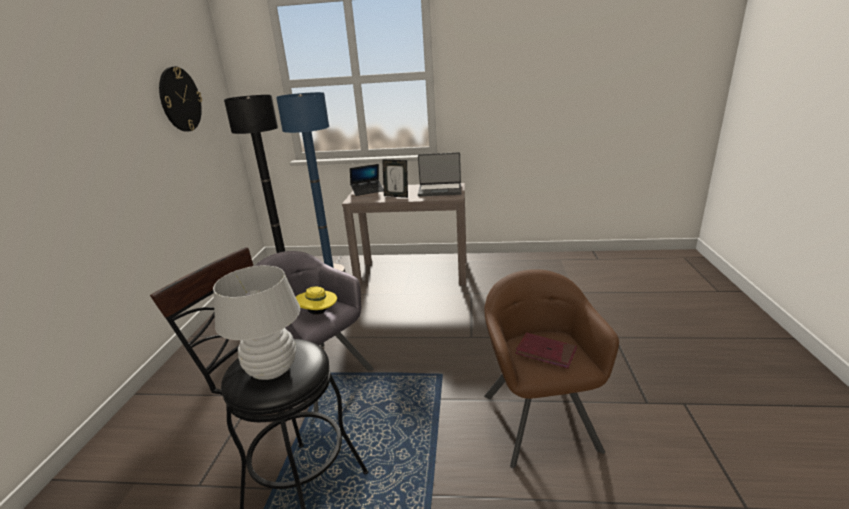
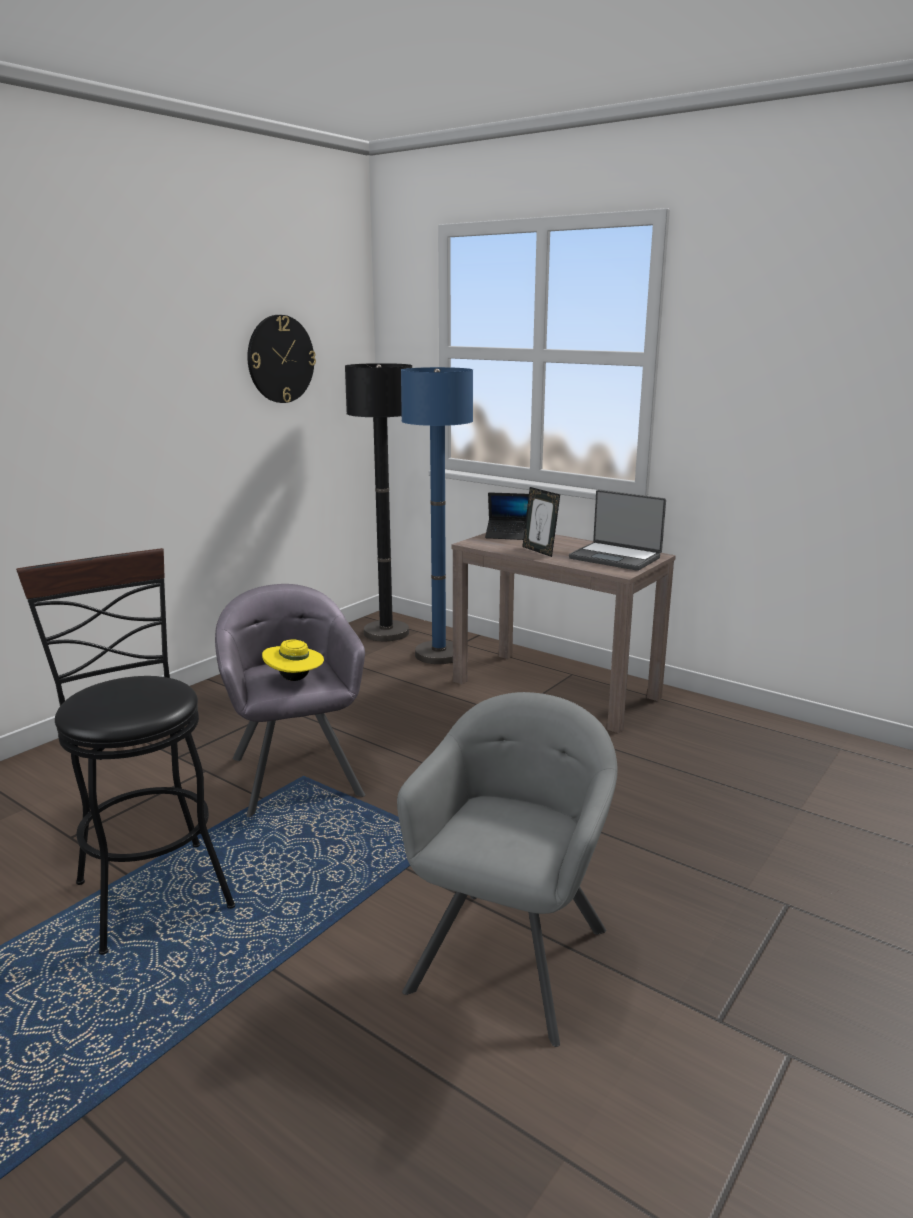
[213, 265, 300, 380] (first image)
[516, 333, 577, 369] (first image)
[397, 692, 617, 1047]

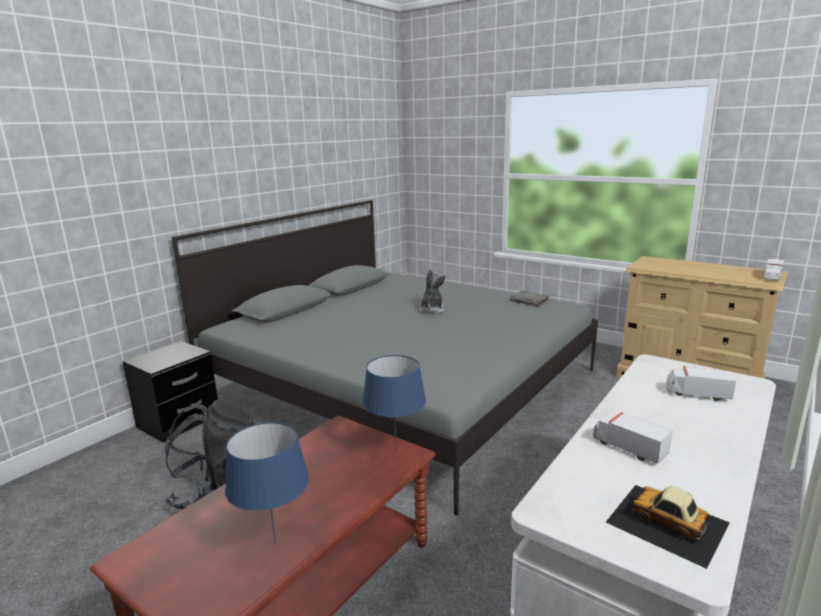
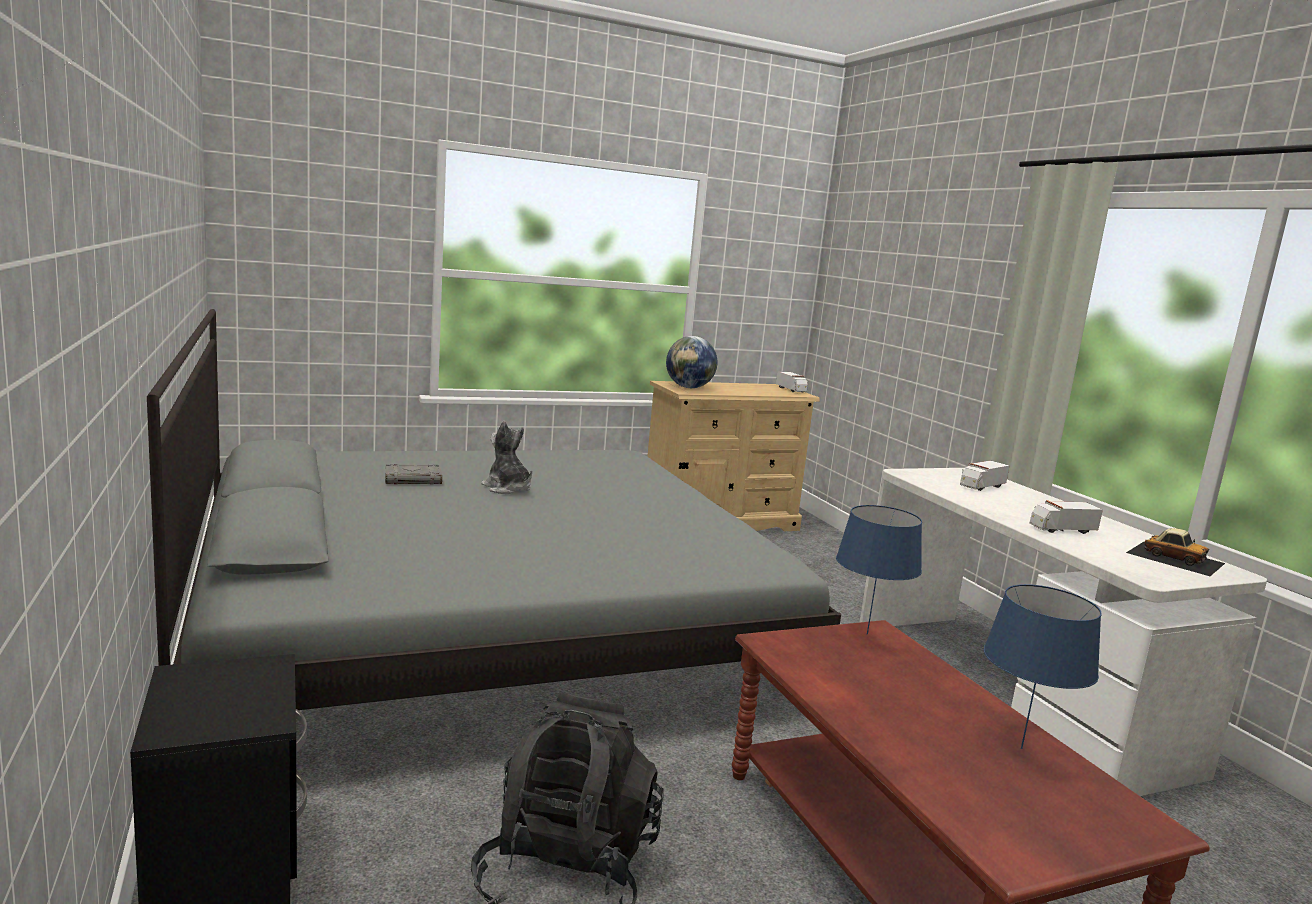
[666, 336, 717, 388]
[385, 464, 442, 484]
[1126, 528, 1225, 576]

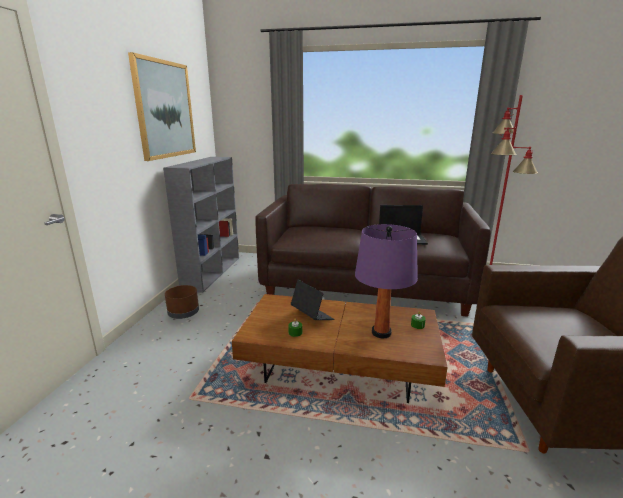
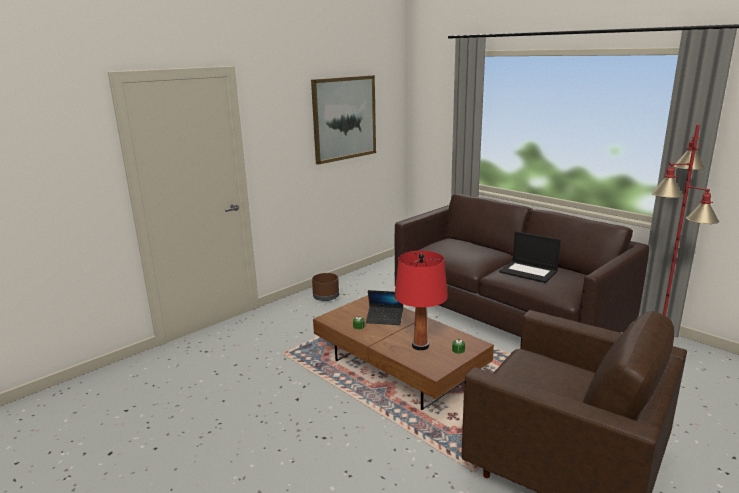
[163, 157, 239, 293] (first image)
[394, 251, 448, 350]
[366, 290, 403, 325]

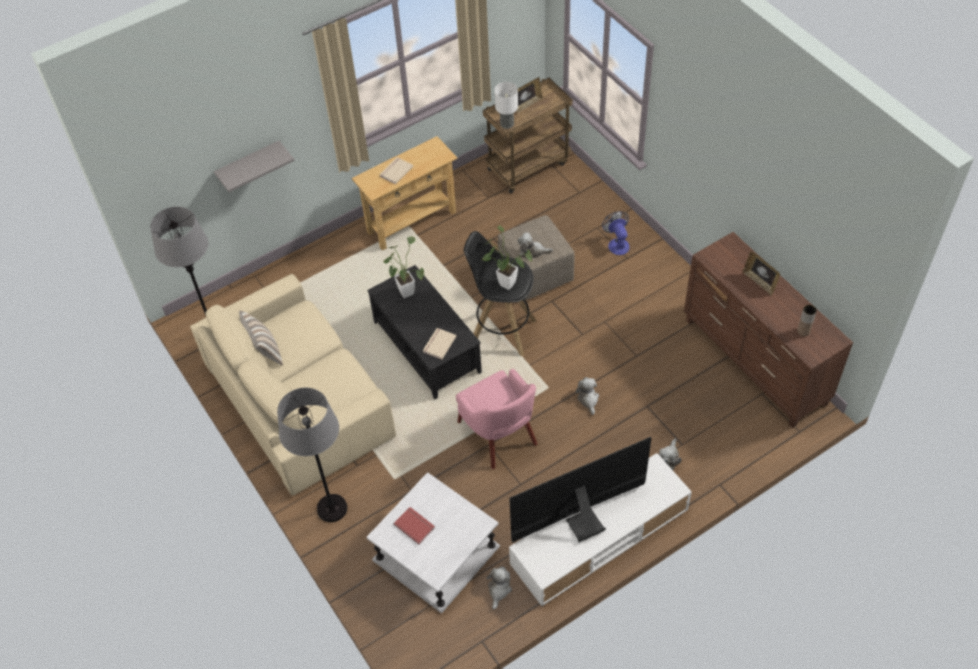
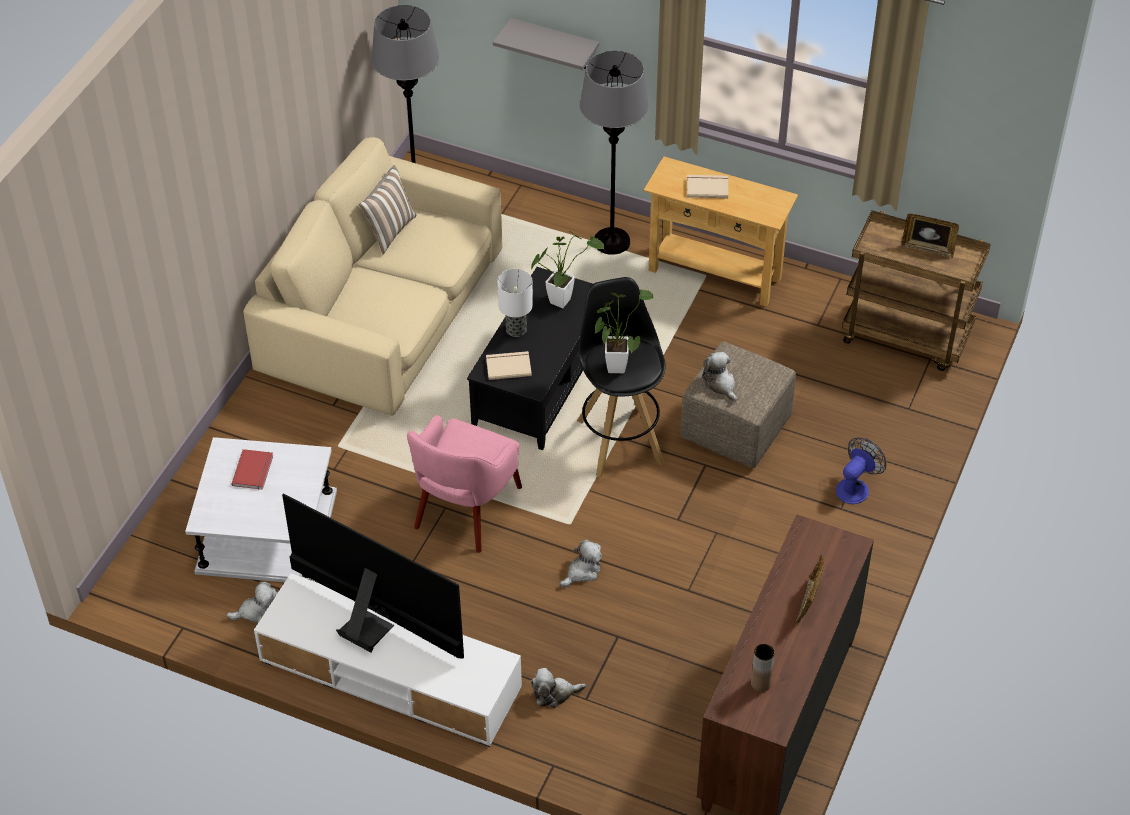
[579, 51, 649, 255]
[497, 269, 533, 337]

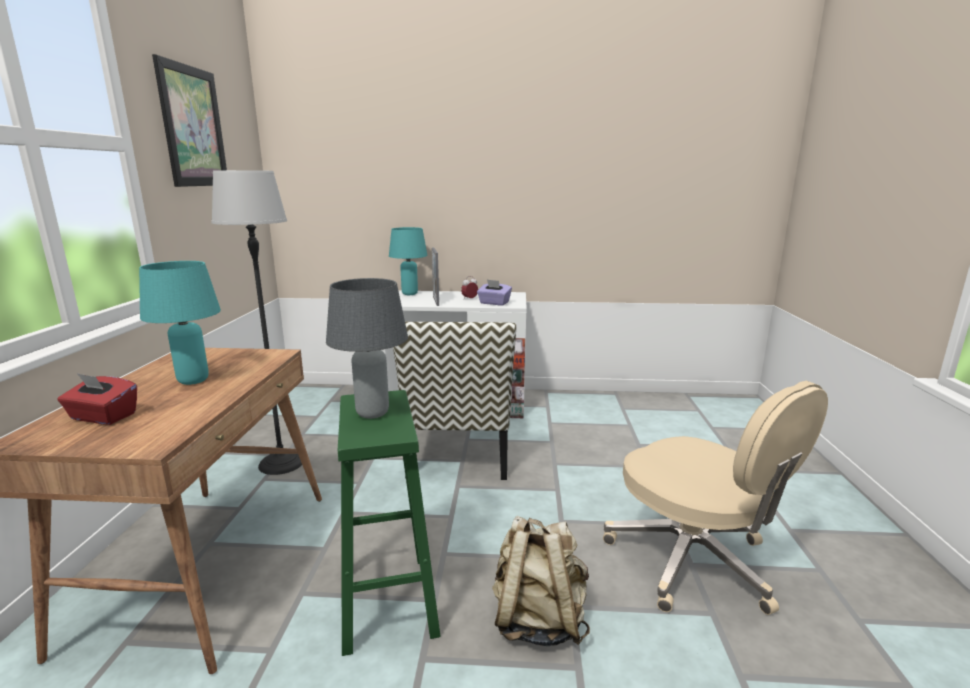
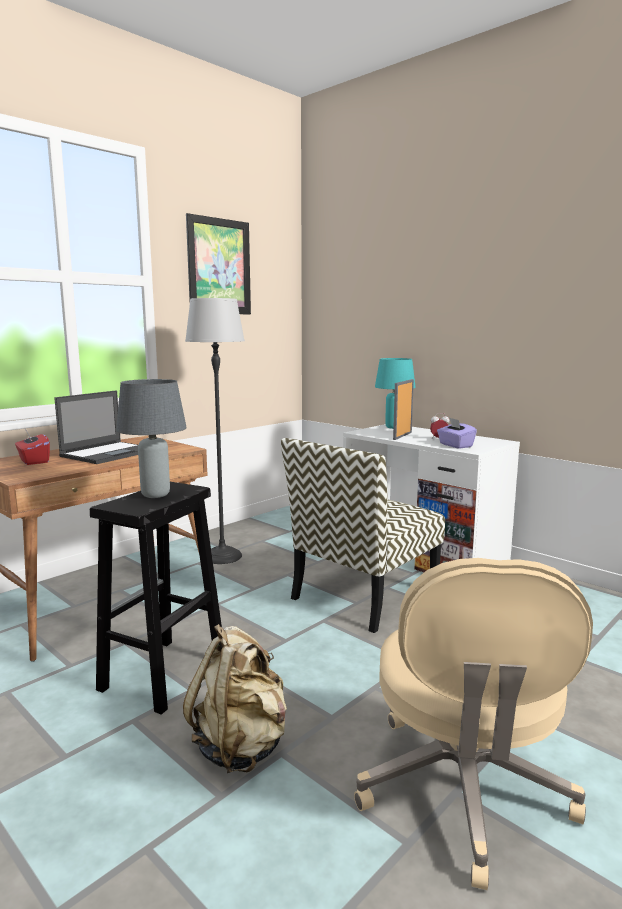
[54, 390, 138, 464]
[90, 482, 222, 715]

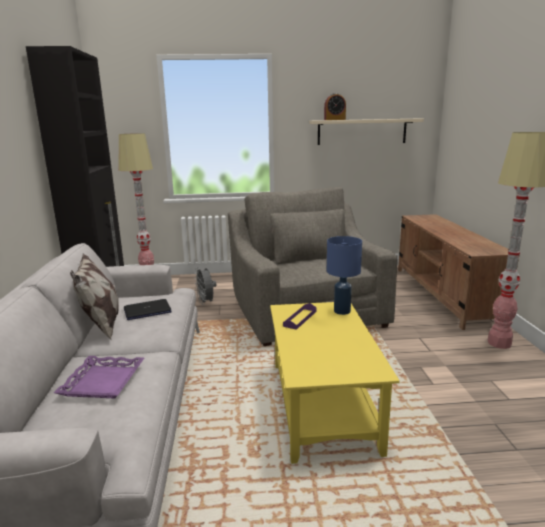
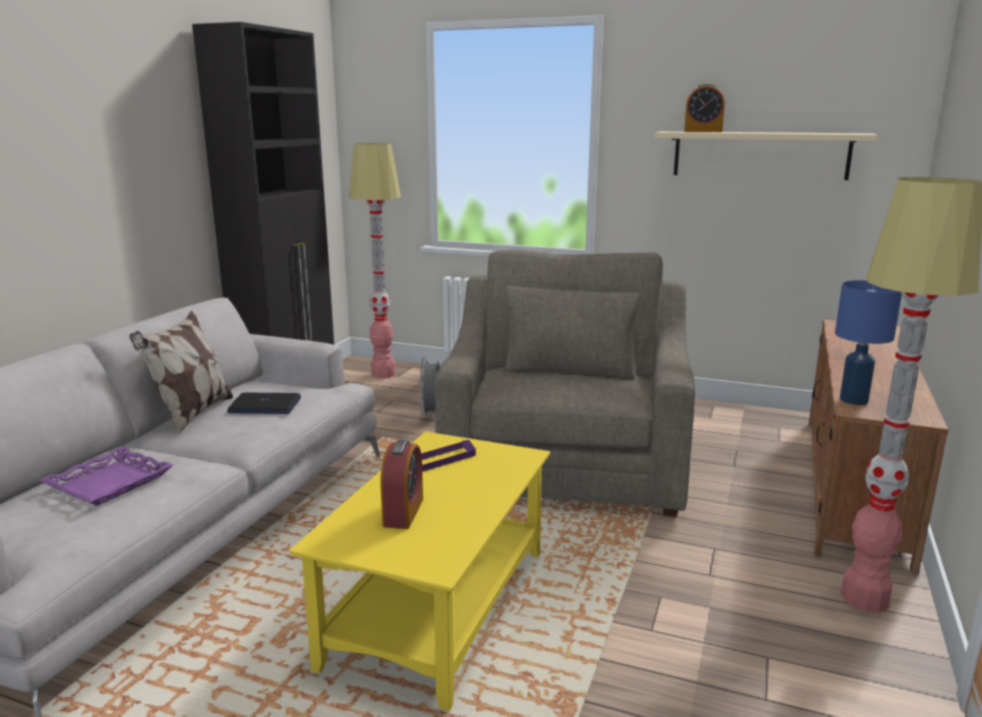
[381, 440, 423, 529]
[835, 280, 902, 405]

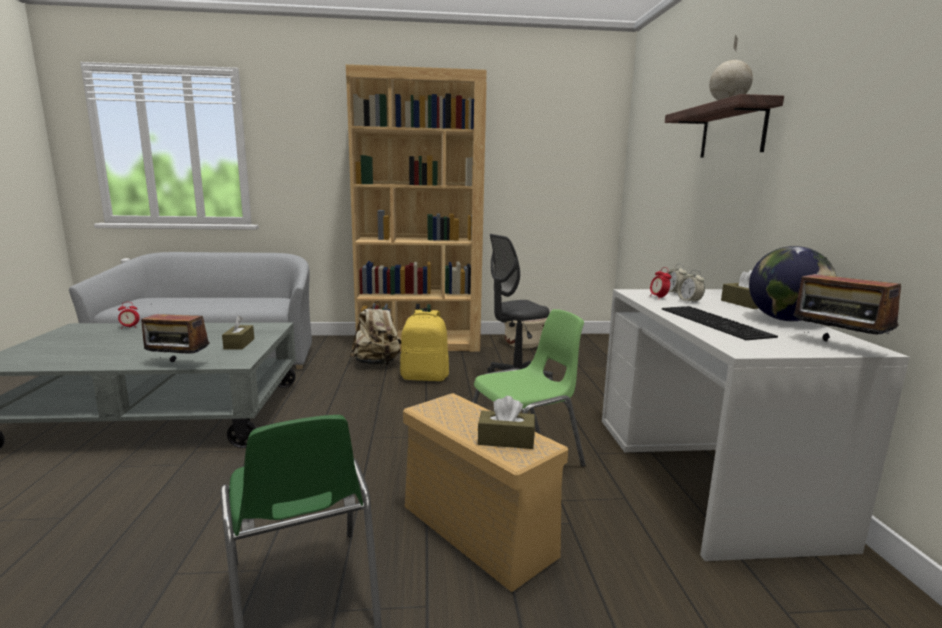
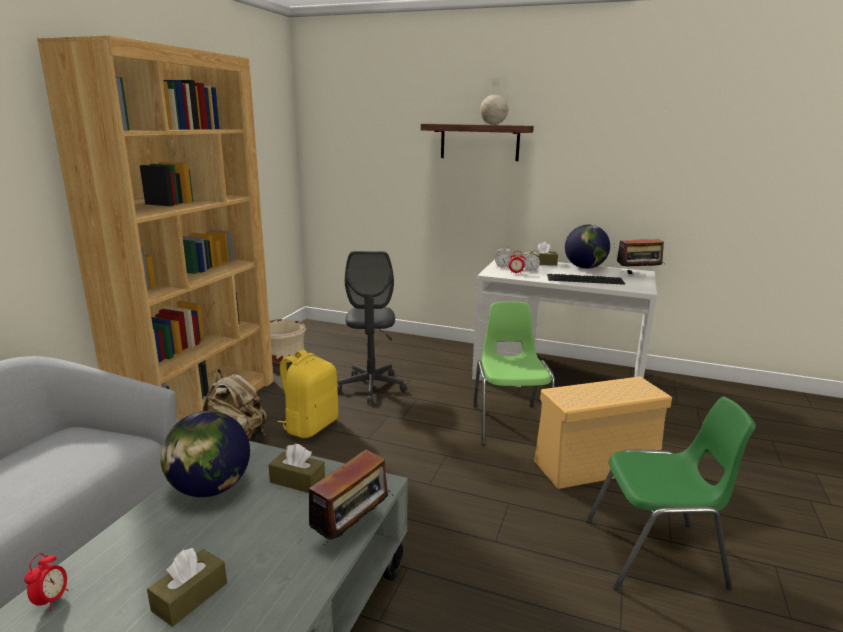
[160, 411, 250, 497]
[147, 548, 227, 627]

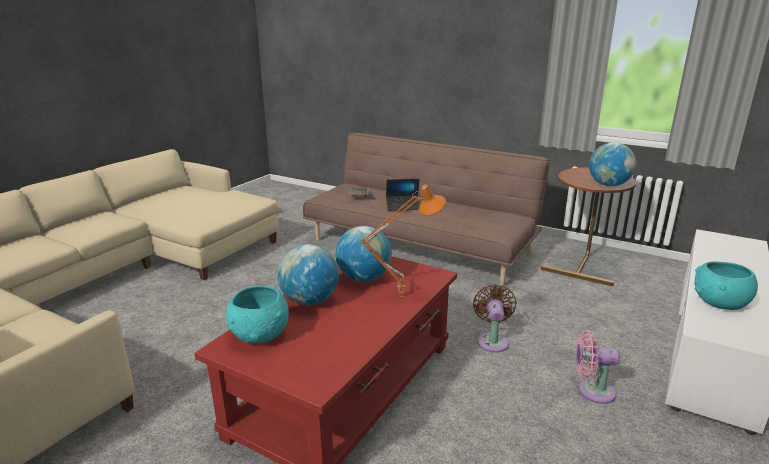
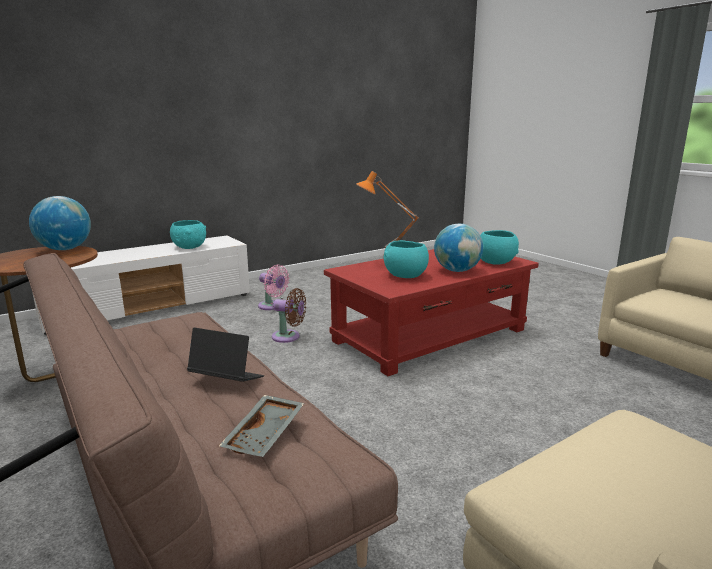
[384, 240, 429, 278]
[271, 288, 306, 343]

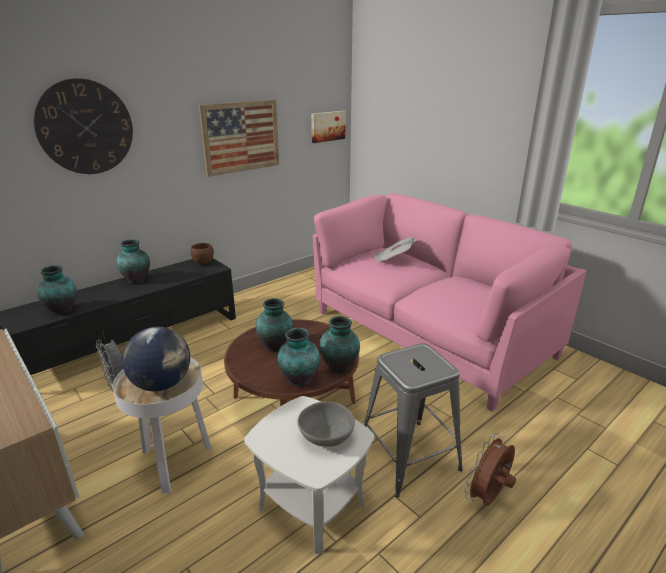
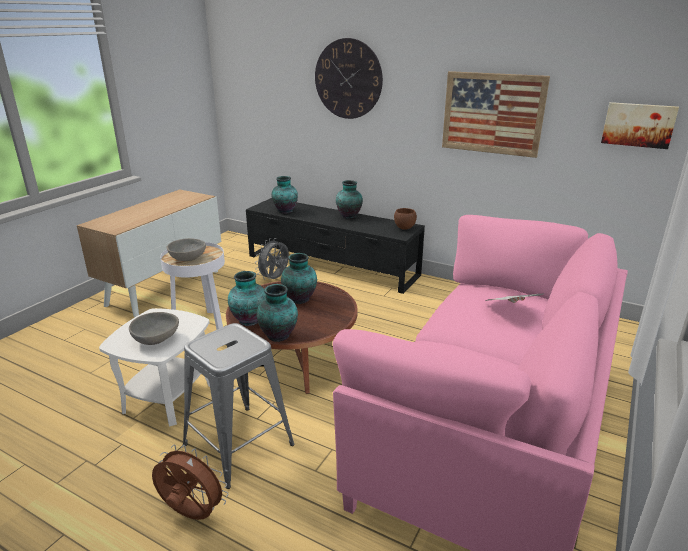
[167, 238, 206, 261]

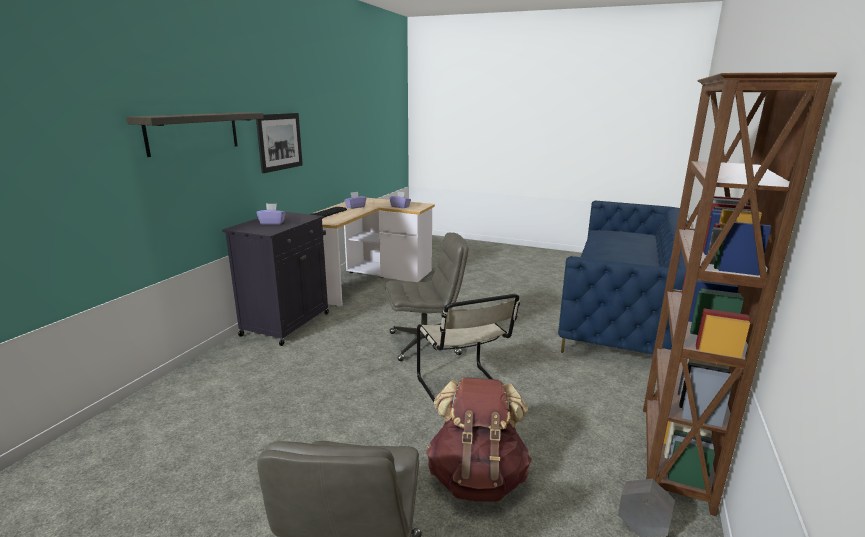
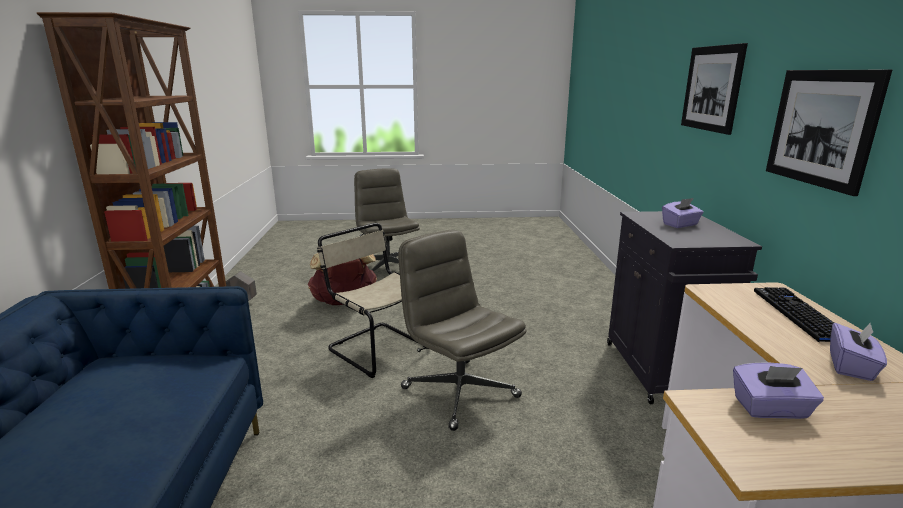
[681, 43, 748, 135]
[398, 230, 527, 431]

